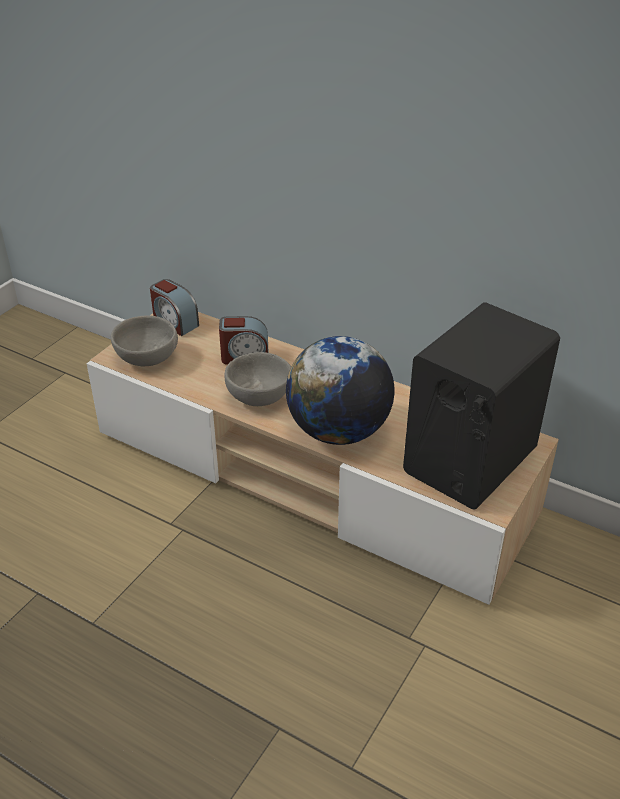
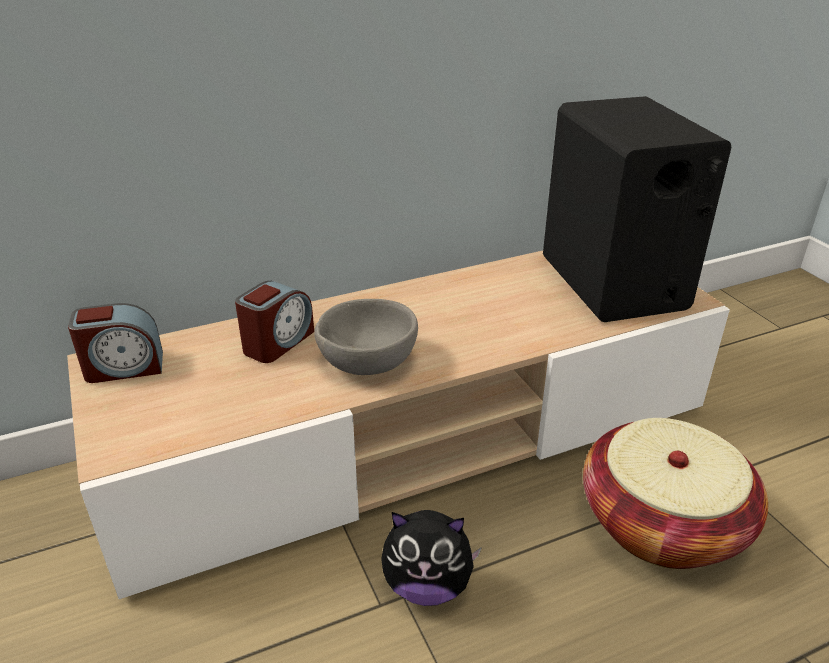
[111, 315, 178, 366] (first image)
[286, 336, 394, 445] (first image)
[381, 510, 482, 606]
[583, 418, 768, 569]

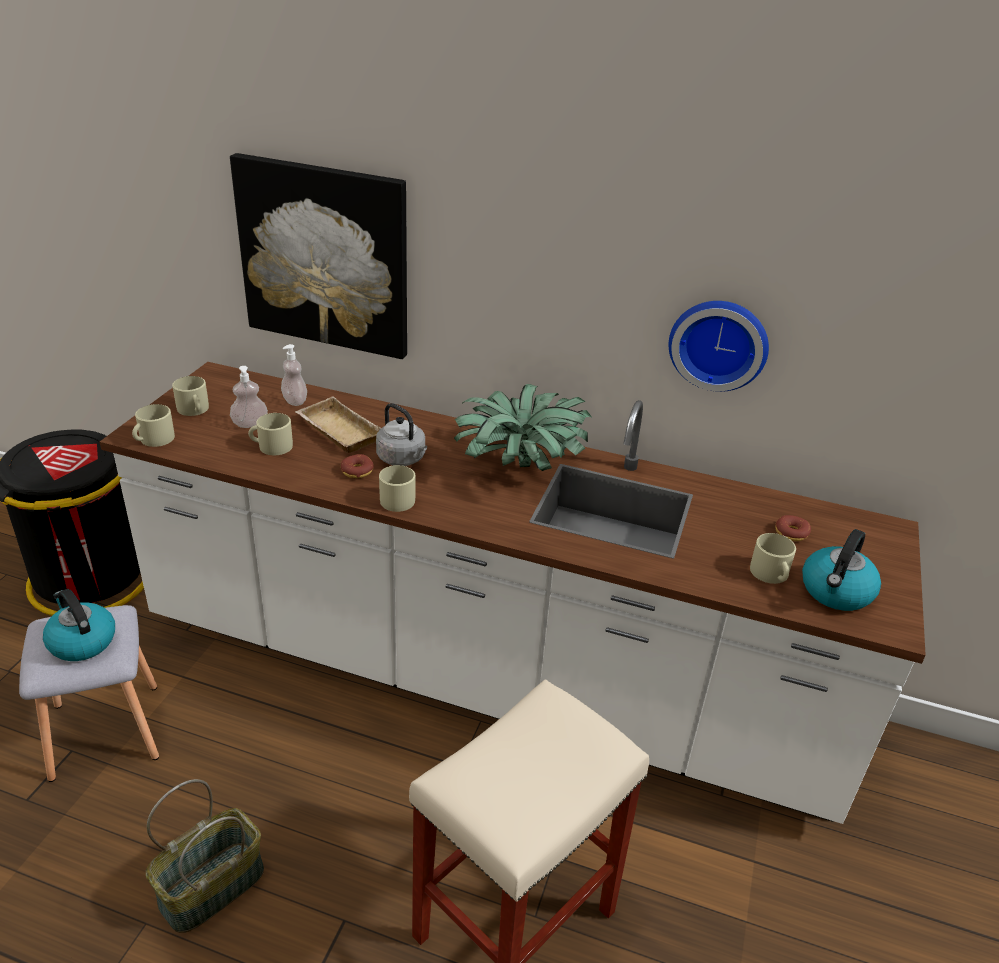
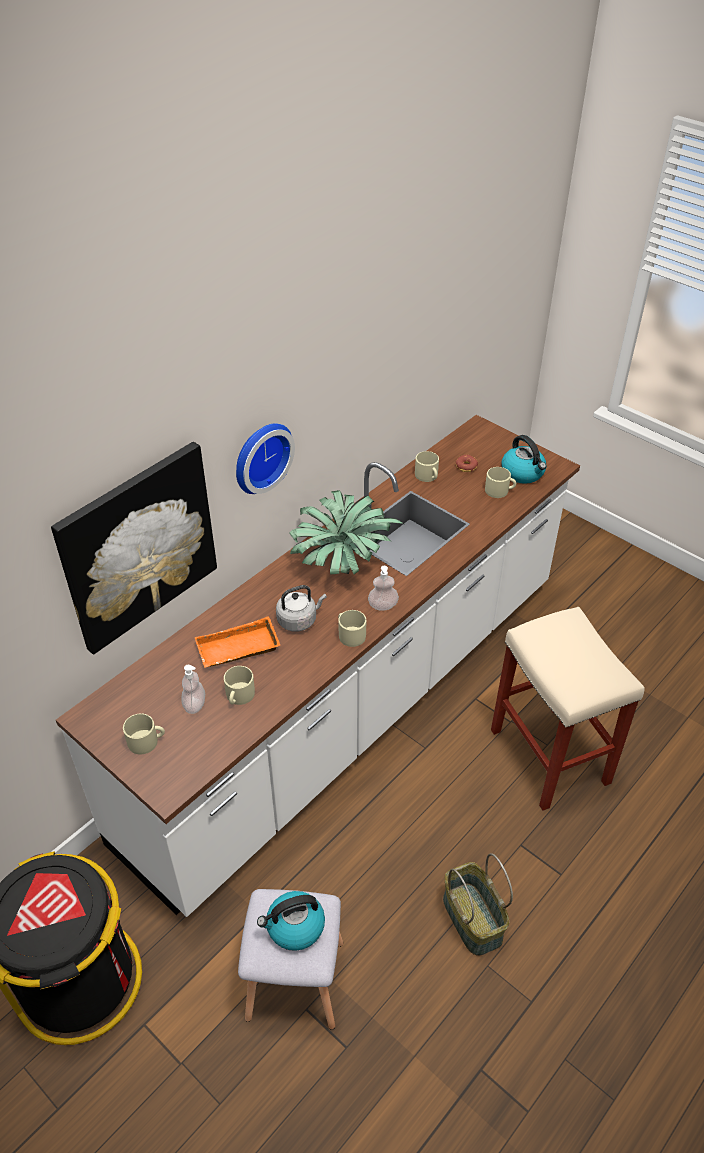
[341, 454, 374, 478] (first image)
[415, 451, 439, 482]
[368, 566, 399, 611]
[236, 423, 295, 494]
[194, 616, 280, 667]

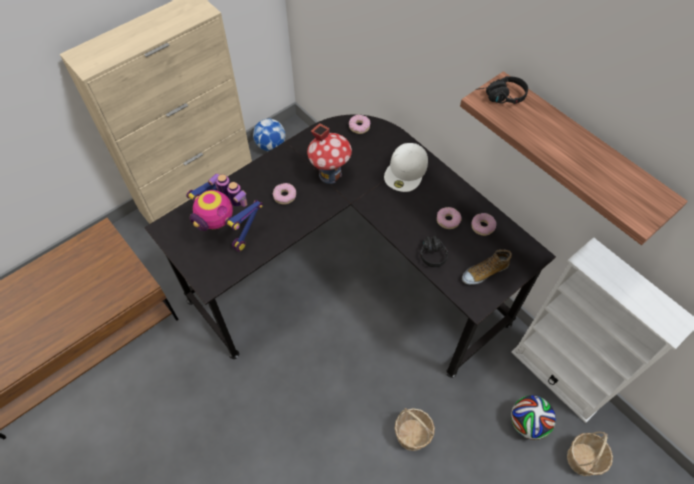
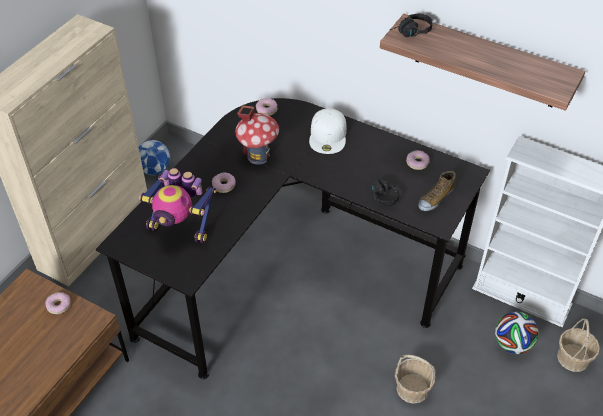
[45, 292, 71, 314]

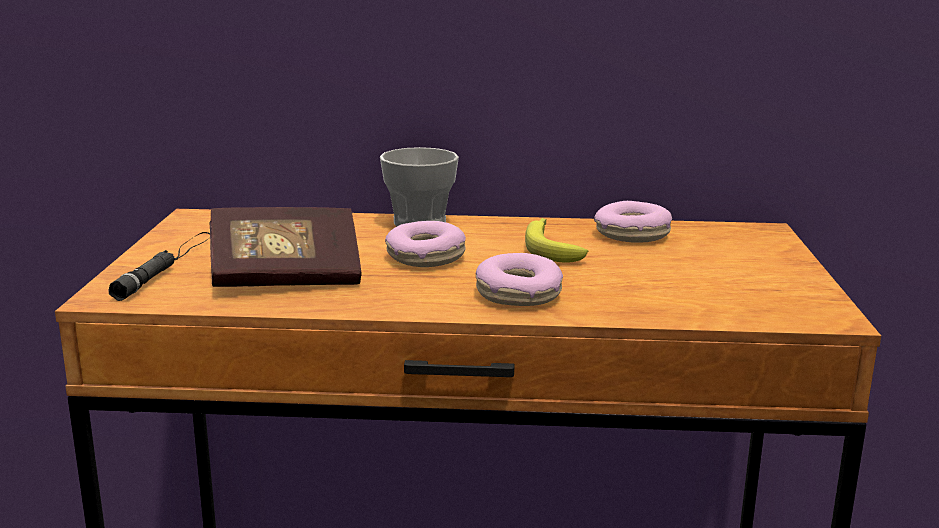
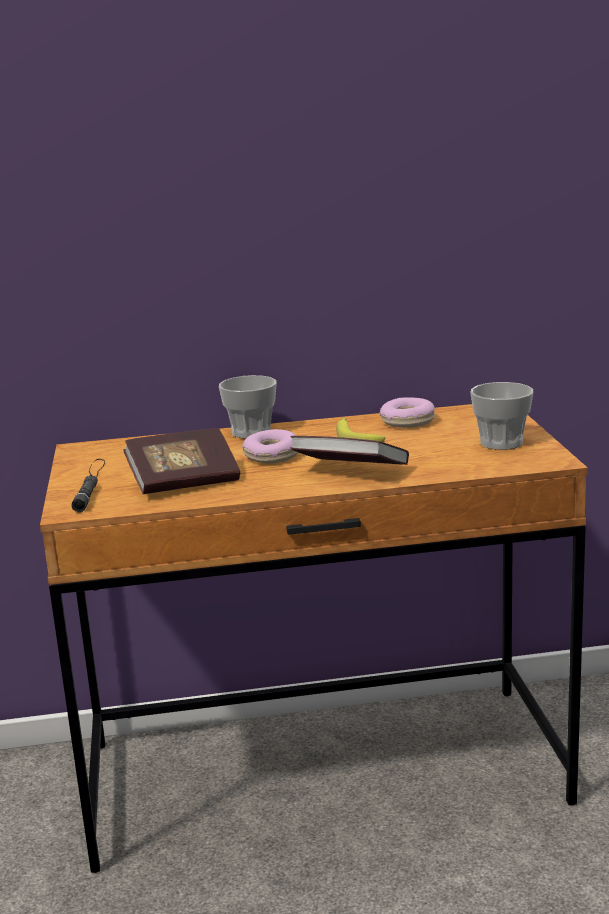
[470, 382, 533, 450]
[290, 436, 409, 465]

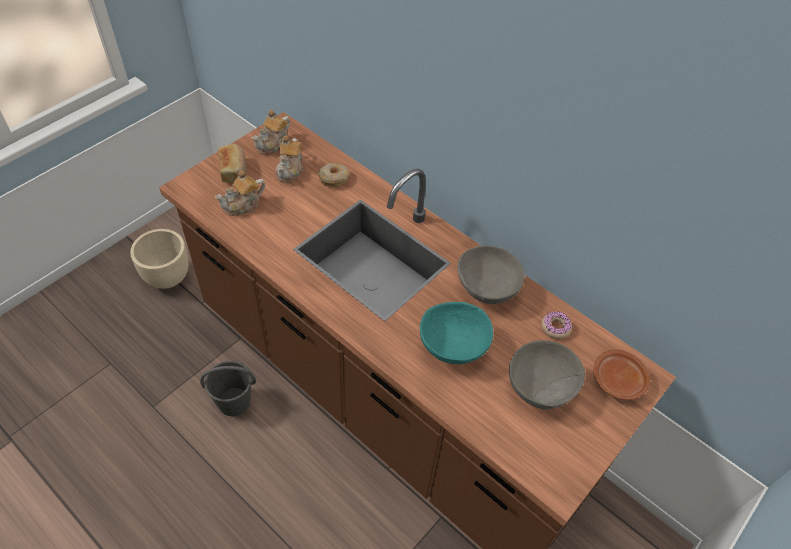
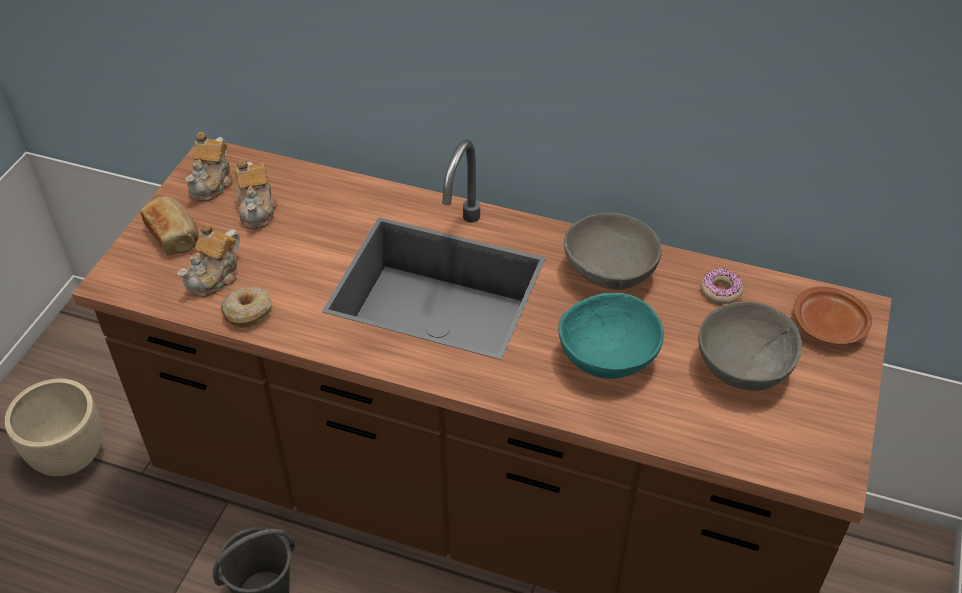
[221, 287, 272, 328]

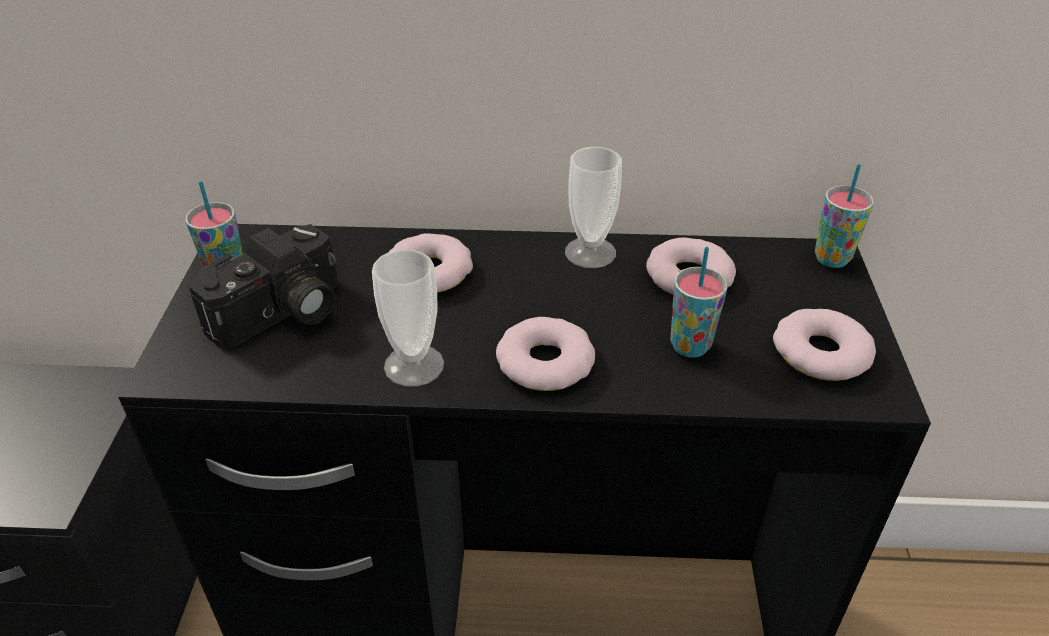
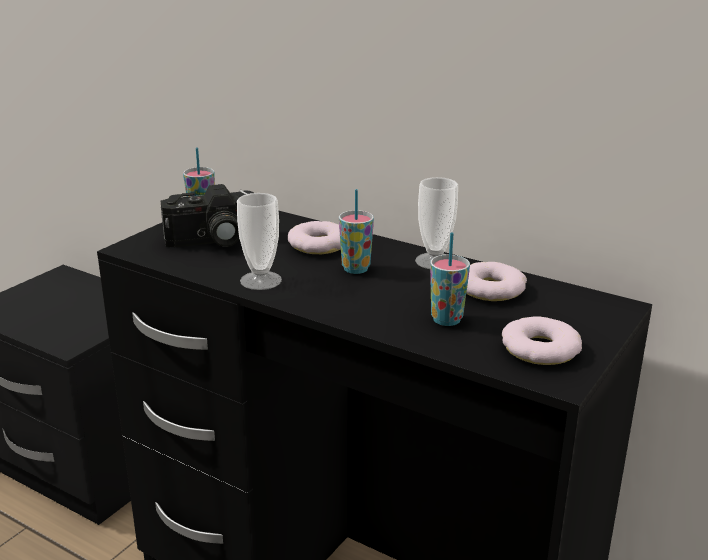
[496, 317, 595, 391] (first image)
[339, 189, 374, 274]

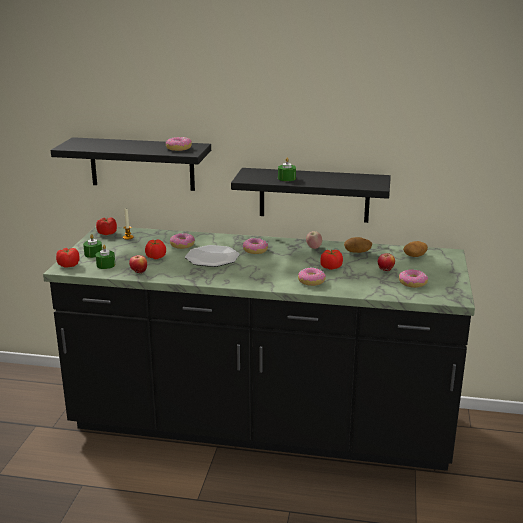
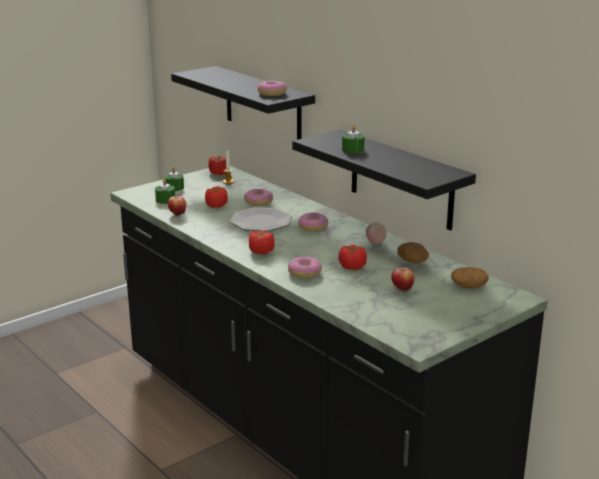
[399, 269, 428, 288] (first image)
[249, 230, 275, 255]

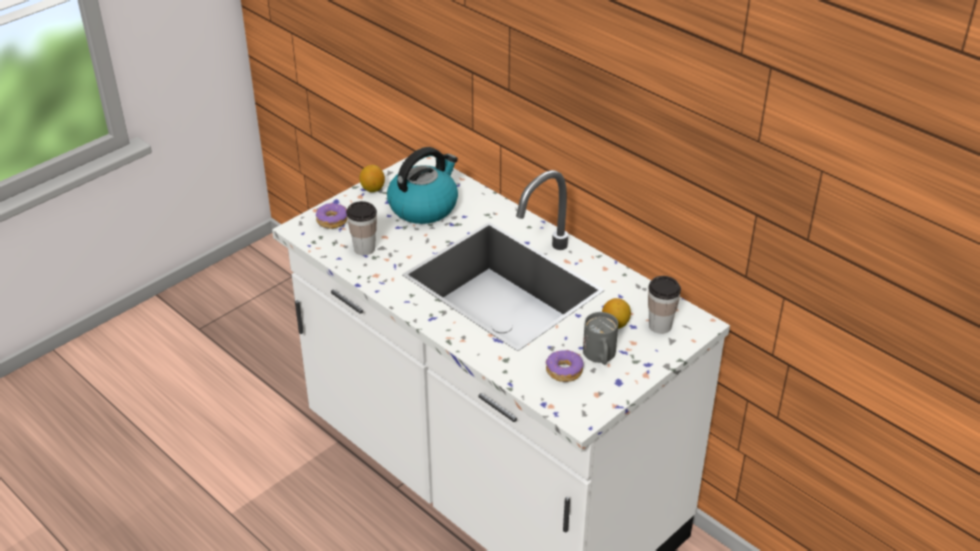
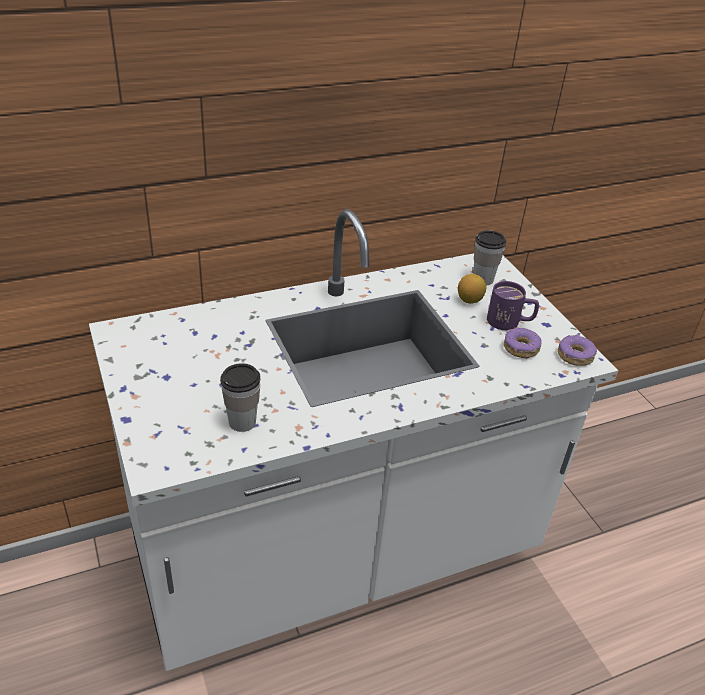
[359, 165, 385, 192] (first image)
[387, 147, 458, 224] (first image)
[558, 335, 597, 366]
[487, 281, 539, 330]

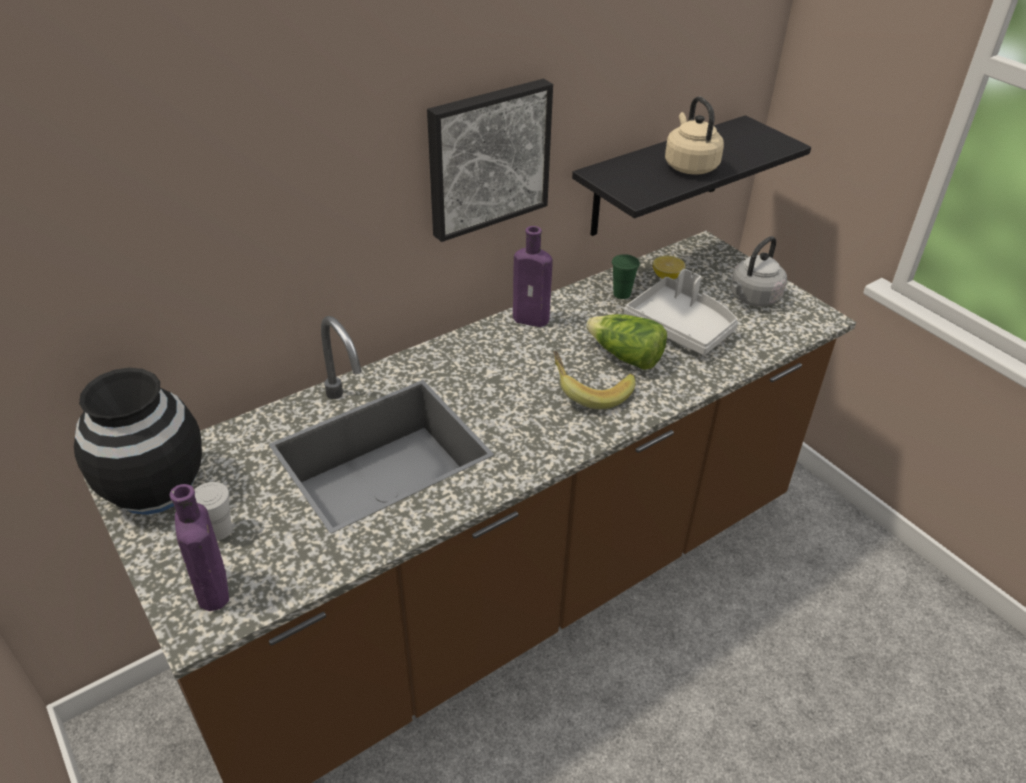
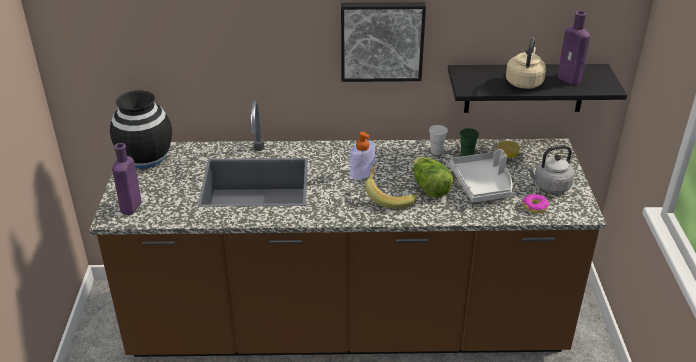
[350, 132, 375, 180]
[523, 194, 549, 214]
[429, 125, 448, 155]
[558, 11, 590, 85]

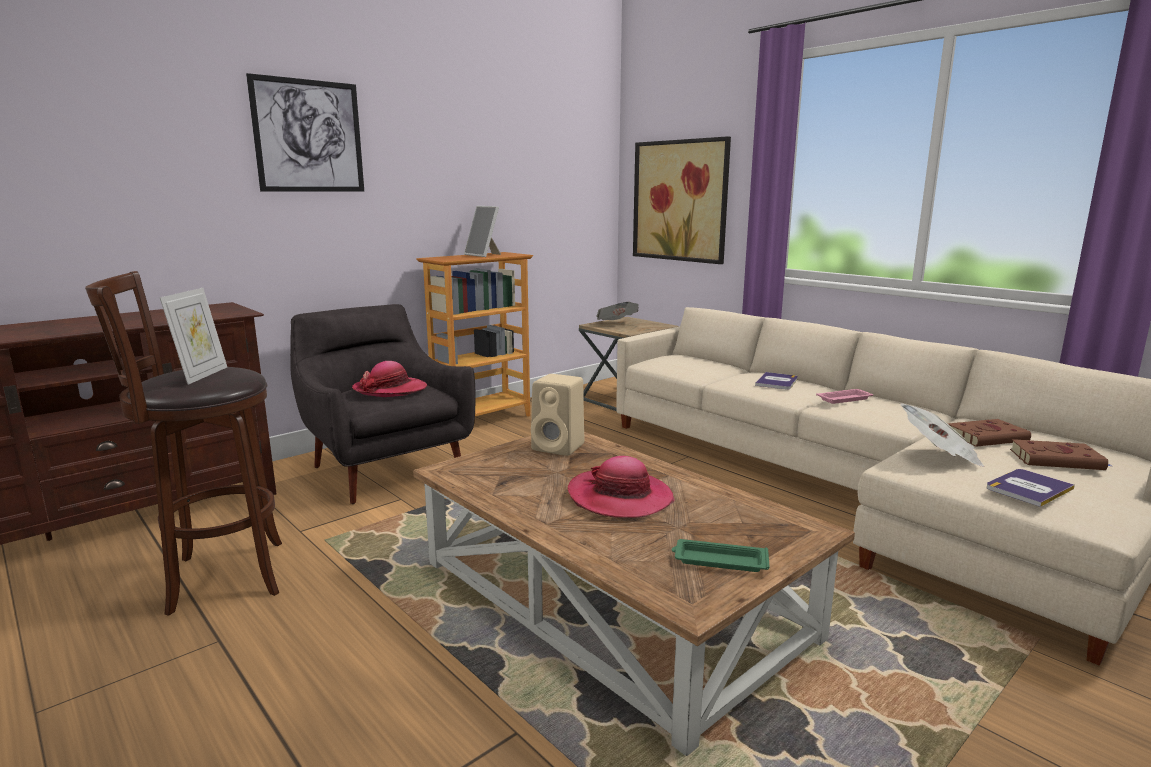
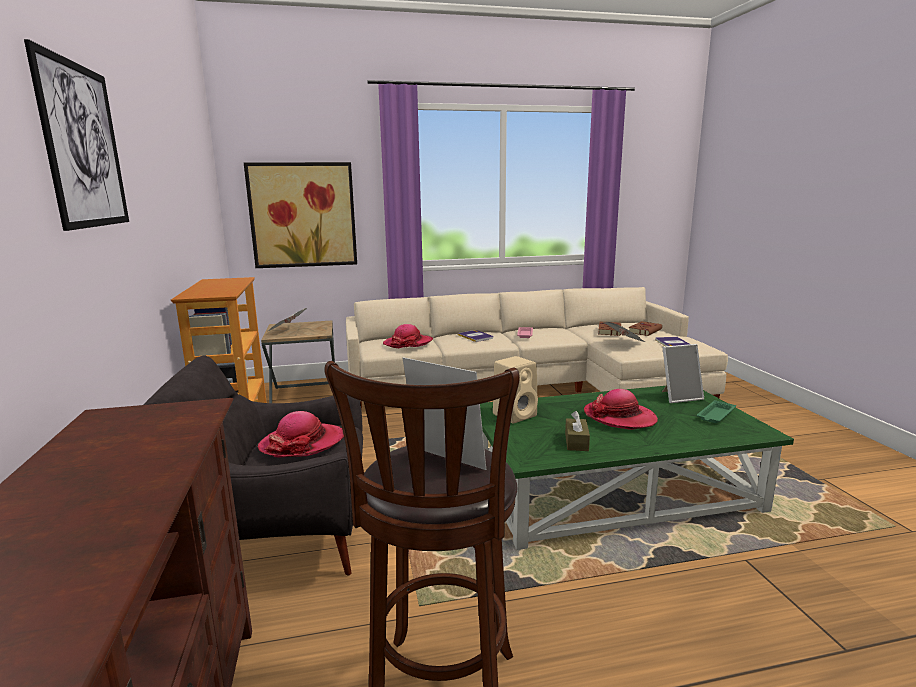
[383, 324, 433, 348]
[565, 411, 590, 451]
[662, 344, 704, 403]
[480, 386, 794, 550]

